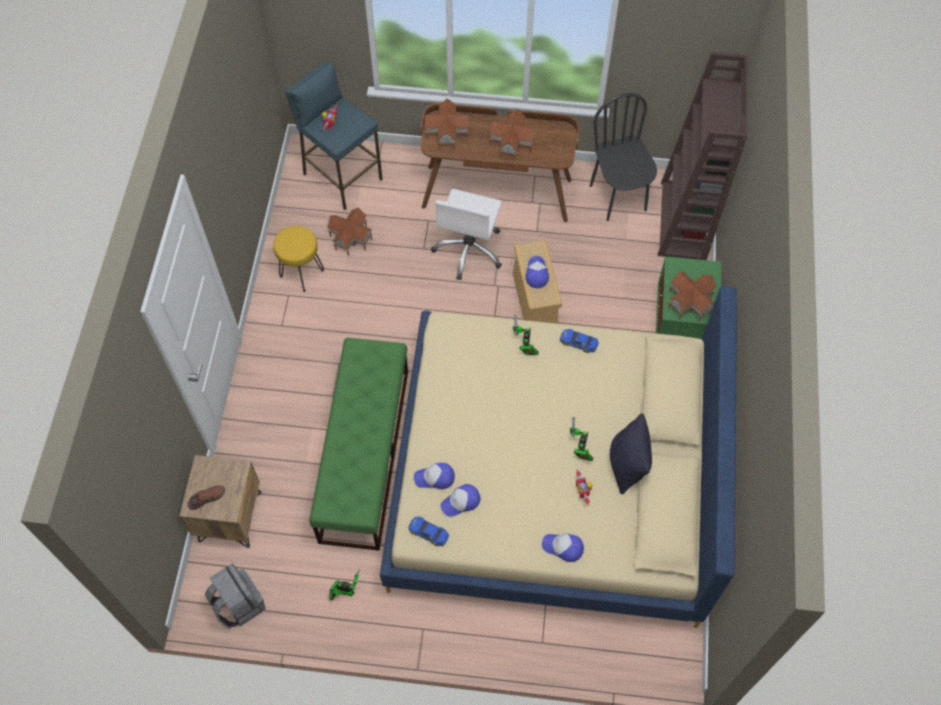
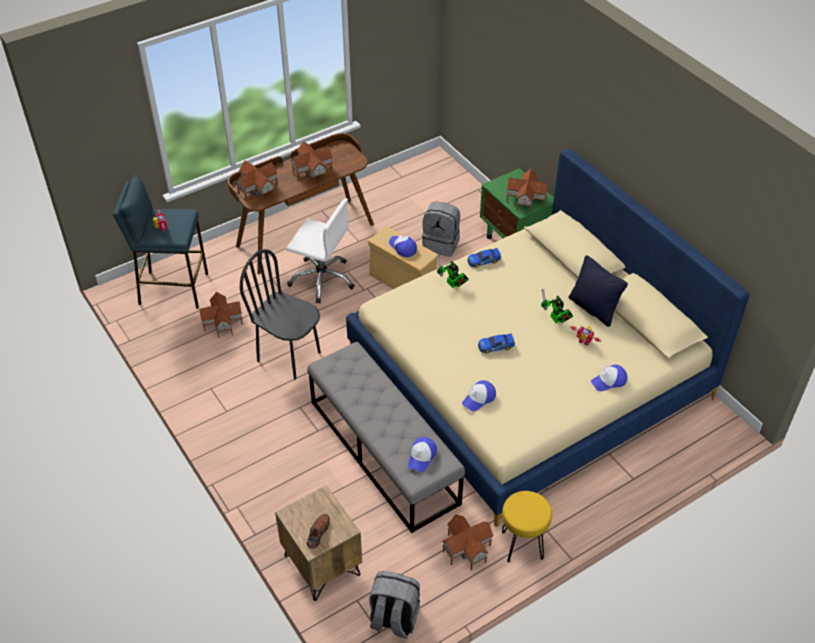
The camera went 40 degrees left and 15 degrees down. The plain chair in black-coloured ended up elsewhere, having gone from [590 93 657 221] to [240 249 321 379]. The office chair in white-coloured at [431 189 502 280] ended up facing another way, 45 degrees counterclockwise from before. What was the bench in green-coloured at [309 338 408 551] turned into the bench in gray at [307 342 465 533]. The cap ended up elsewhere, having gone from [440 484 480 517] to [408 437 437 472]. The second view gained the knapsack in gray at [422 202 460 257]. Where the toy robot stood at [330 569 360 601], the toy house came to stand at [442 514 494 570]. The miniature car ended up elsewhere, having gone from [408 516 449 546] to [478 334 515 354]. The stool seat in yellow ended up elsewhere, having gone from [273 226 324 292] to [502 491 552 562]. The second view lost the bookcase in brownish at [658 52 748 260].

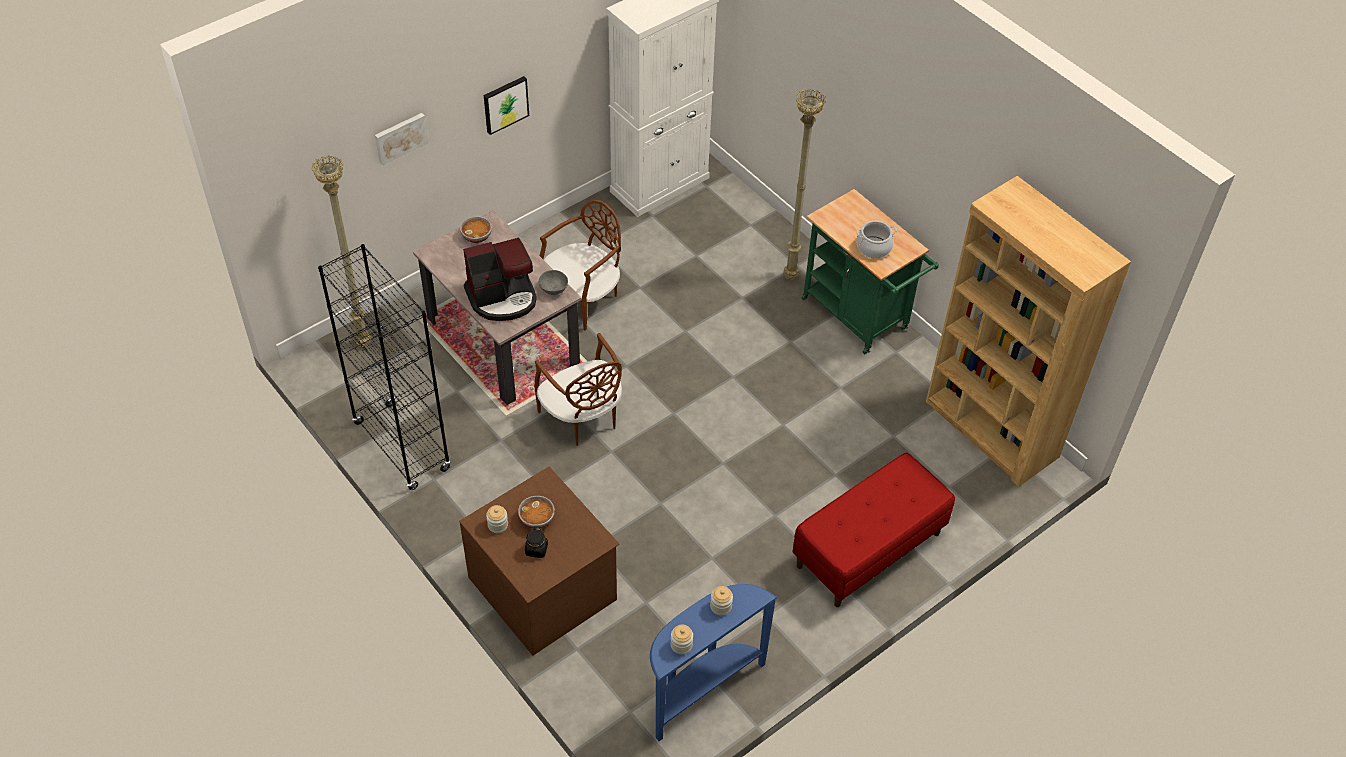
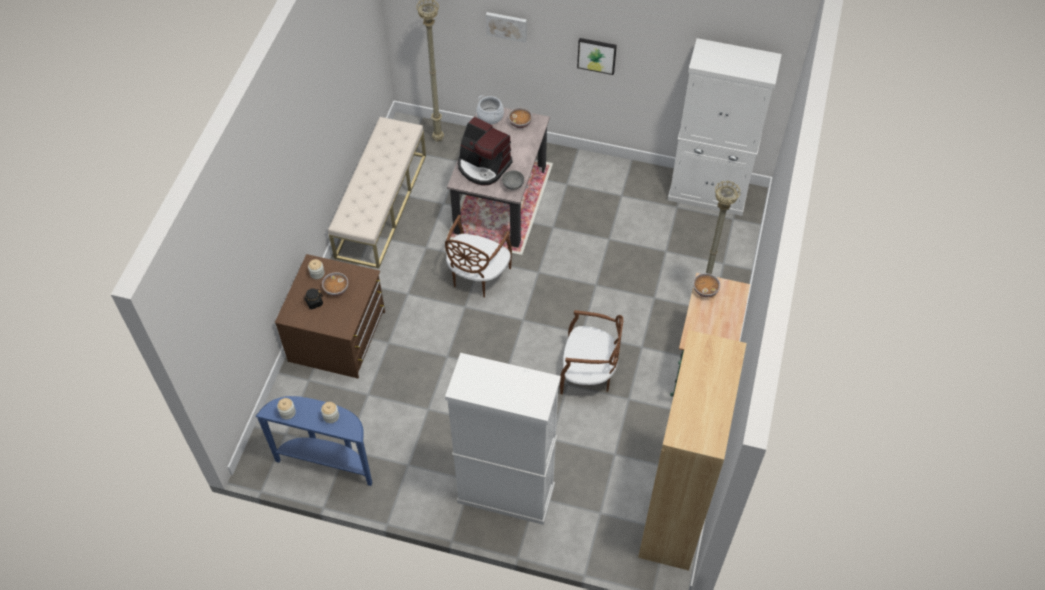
The camera went 55 degrees right and 5 degrees up. Where the bookcase in black-coloured stood at [318 244 451 491], the bench in beige-coloured came to stand at [328 117 426 269]. Where the bench in red-coloured stood at [793 452 955 607], the cabinet in white-coloured came to stand at [445 353 561 525]. The saucepot ended up elsewhere, having gone from [856 221 897 258] to [476 95 504 124]. The plain chair in brownish ended up elsewhere, having gone from [540 200 621 331] to [560 310 623 394]. The second view gained the serving bowl at [693 273 720 297].

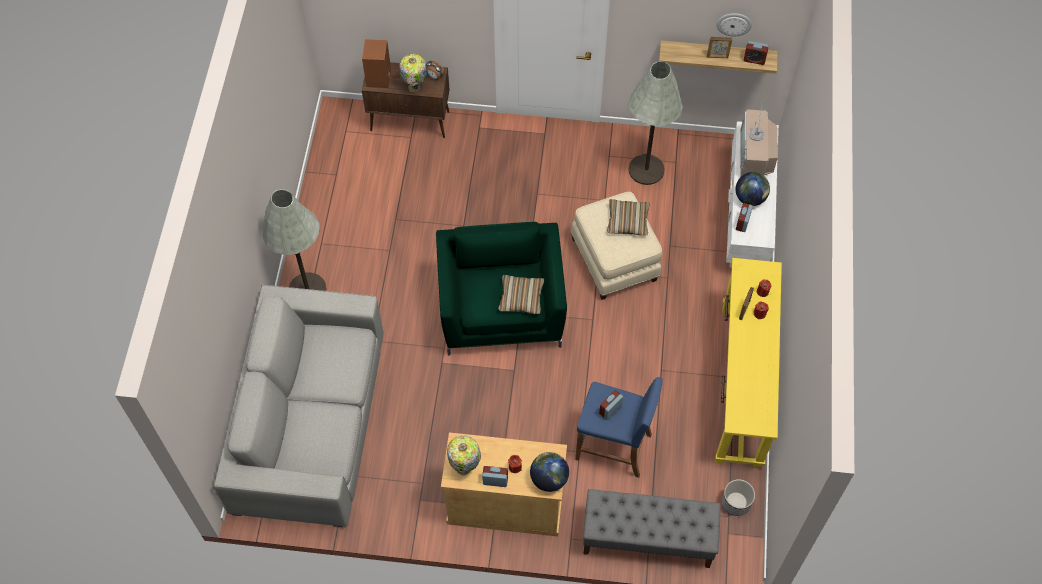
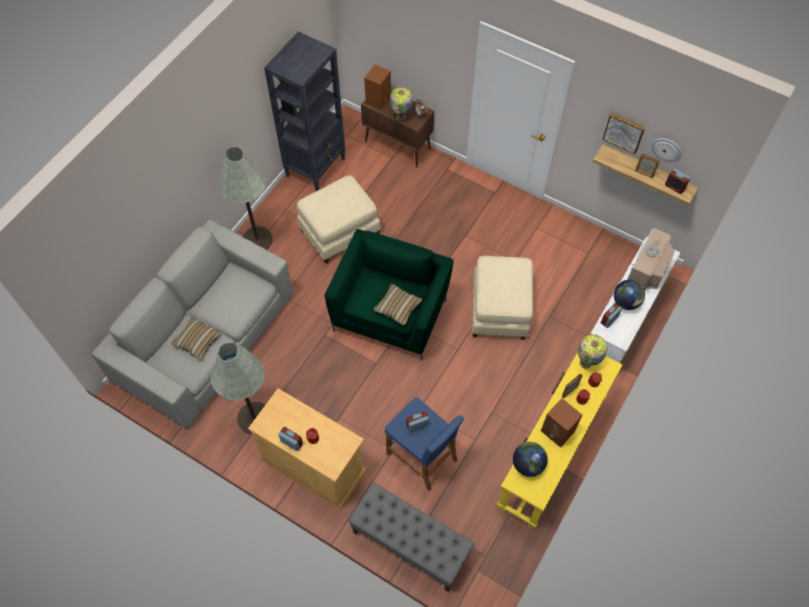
The camera went 25 degrees right and 0 degrees up. The cushion ended up elsewhere, having gone from [607 199 650 236] to [171 317 222 360]. The standing lamp in gray ended up elsewhere, having gone from [628 61 683 185] to [210 342 265 434]. The second view gained the bookcase in black-coloured at [264 31 345 191]. The second view gained the ottoman in beige-coloured at [297 175 381 264]. The desk globe ended up elsewhere, having gone from [530 452 569 492] to [513 442 548 477]. The second view gained the loudspeaker in brownish at [541 398 582 448]. The tabletop lamp ended up elsewhere, having gone from [447 435 481 475] to [578 334 607 369]. The second view gained the wall art at [602 113 645 154]. The second view lost the planter at [722 479 755 516].

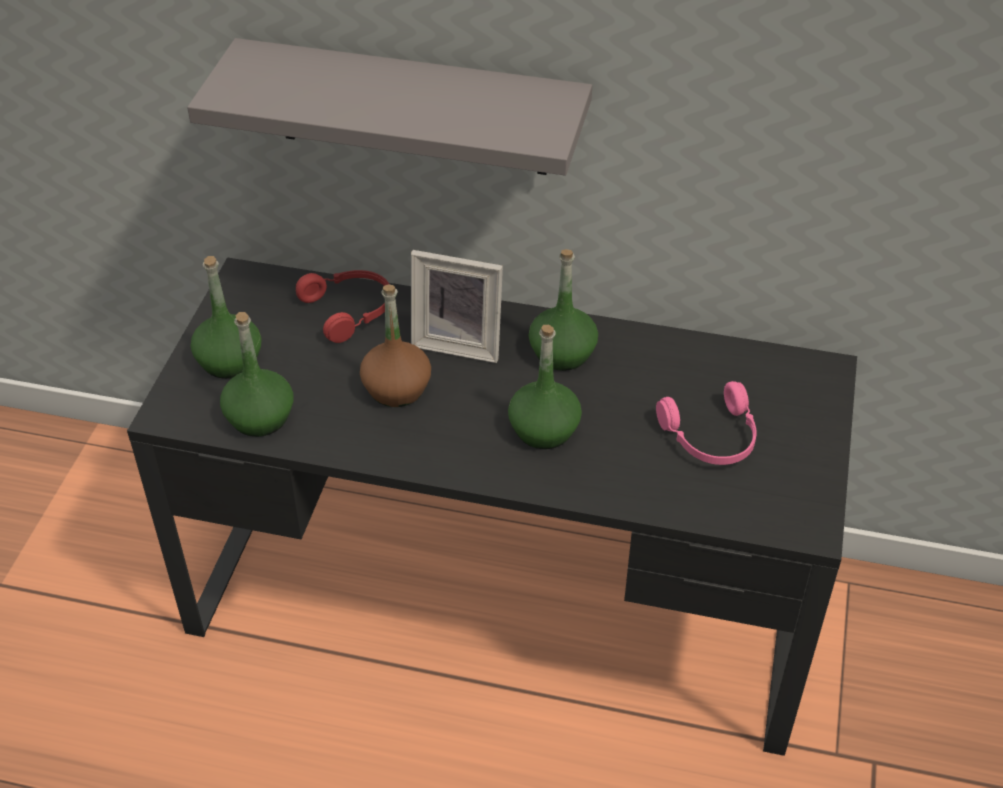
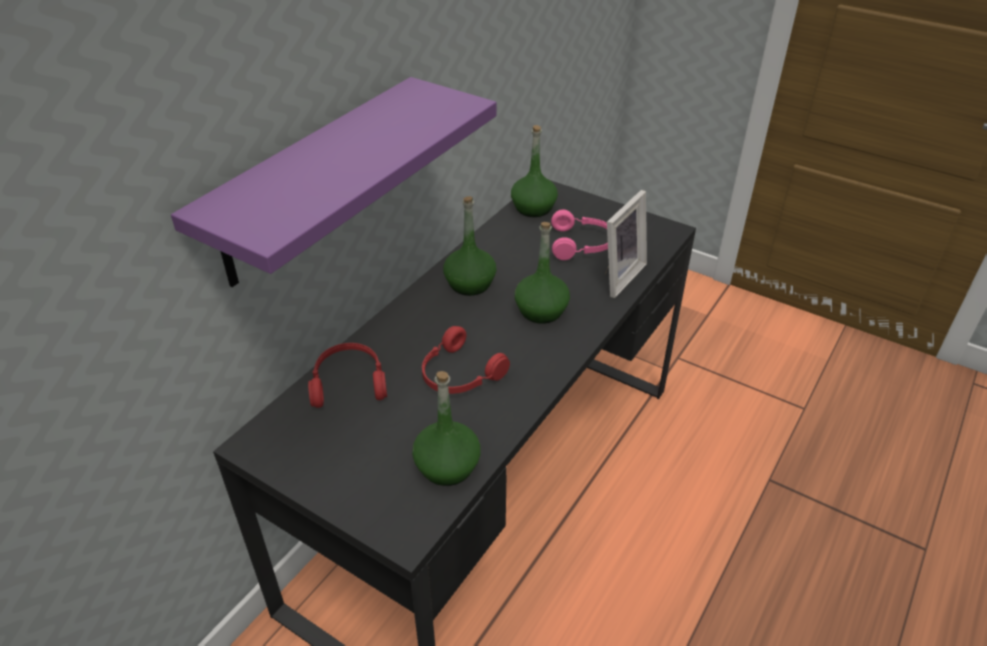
The camera went 70 degrees left and 5 degrees down. What was the wall shelf in gray at [187 38 592 175] turned into the wall shelf in purple-coloured at [171 77 497 287]. Where the drink bottle in brownish stood at [360 284 431 407], the pair of headphones in red-coloured came to stand at [422 326 510 394]. The drink bottle in green-coloured ended up elsewhere, having gone from [191 256 261 379] to [511 125 558 217]. The picture frame ended up elsewhere, having gone from [411 250 503 363] to [605 190 647 298].

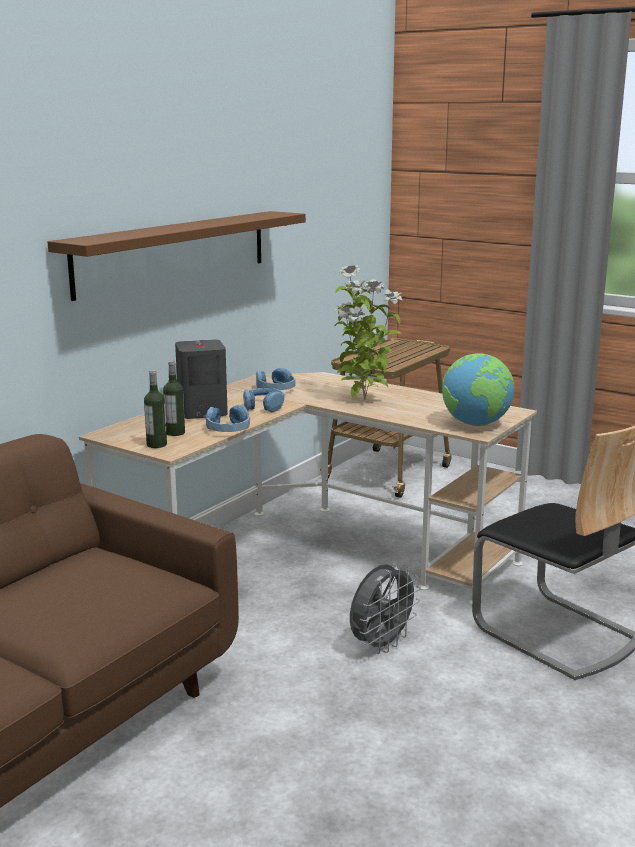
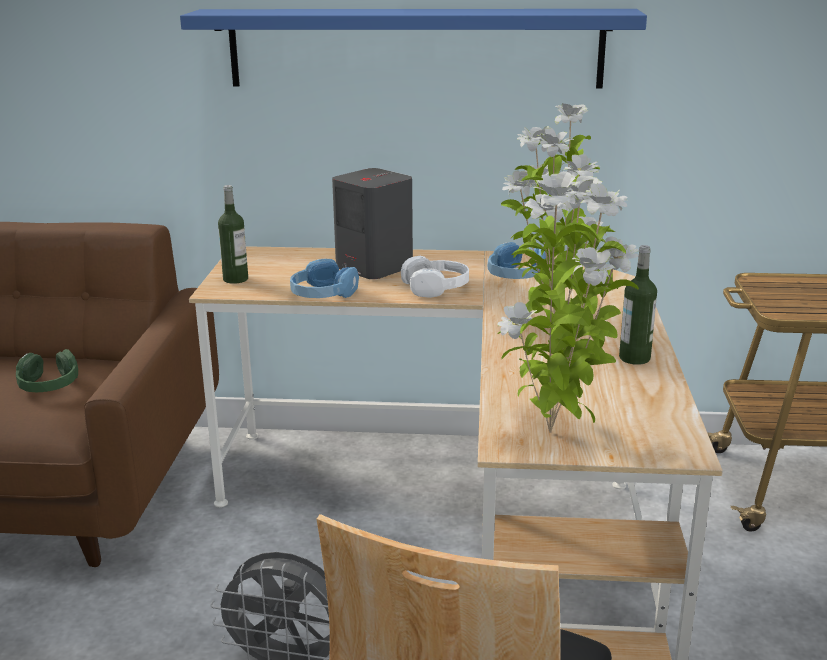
The camera went 60 degrees right and 5 degrees up. The second view gained the pair of headphones in green-coloured at [16 349 78 392]. What was the wall shelf in brownish at [48 211 306 301] turned into the wall shelf in blue-coloured at [180 9 647 88]. What was the pair of headphones in blue-coloured at [243 388 284 412] turned into the pair of headphones in white-coloured at [401 256 469 298]. Where the desk globe stood at [442 353 514 426], the houseplant came to stand at [497 171 639 433]. The drink bottle ended up elsewhere, having gone from [163 361 185 436] to [619 245 657 365].

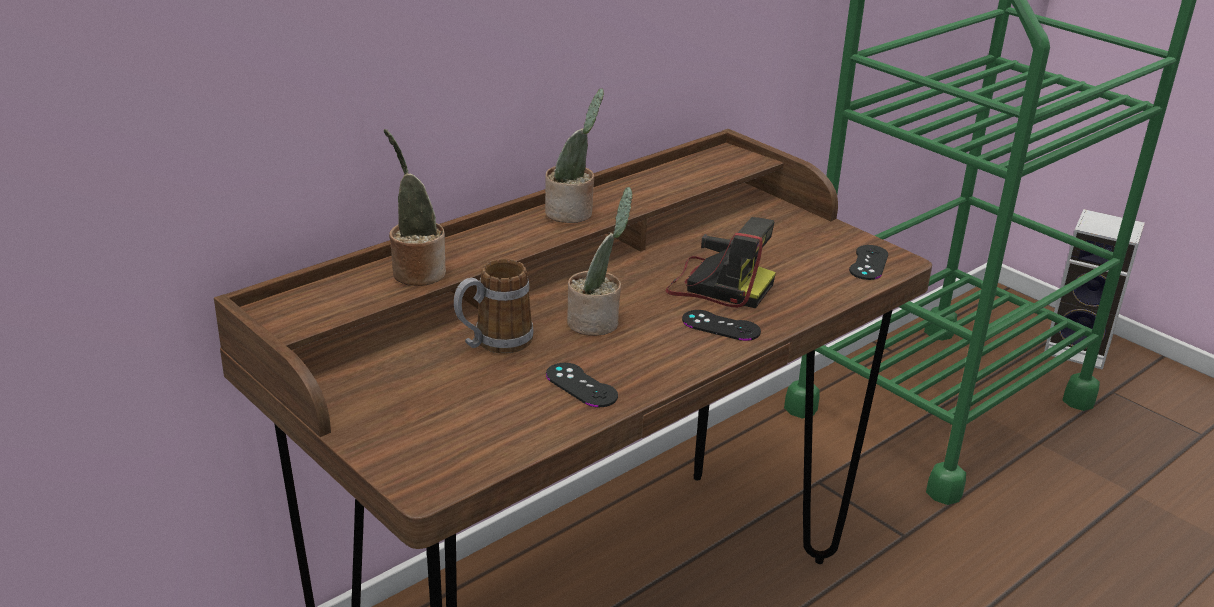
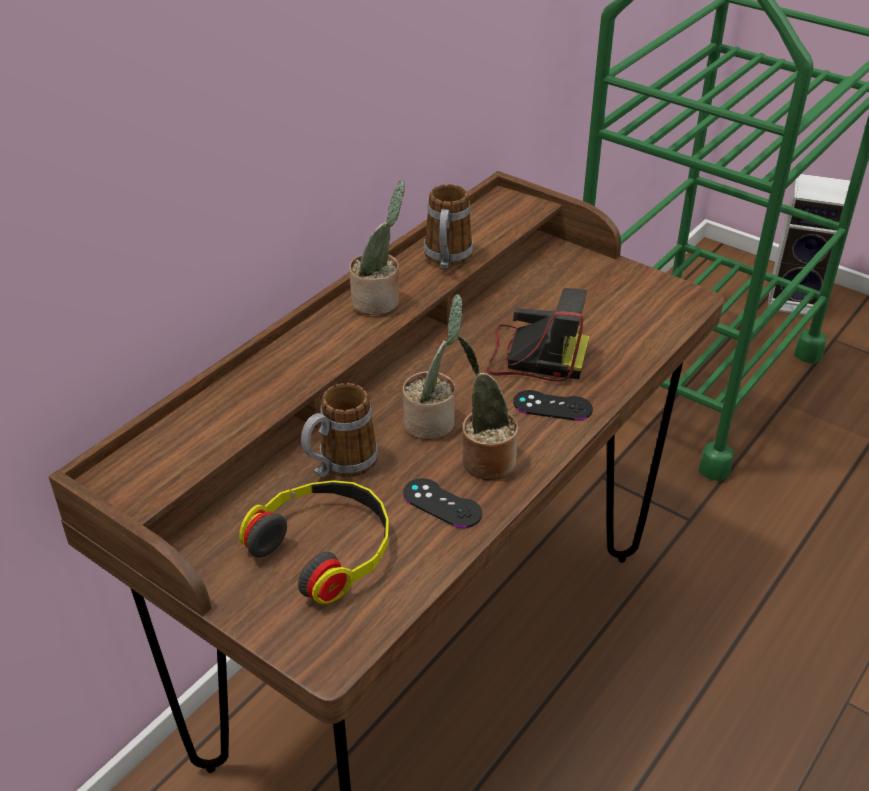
The camera went 10 degrees left and 10 degrees up. The second view gained the pair of headphones at [239 480 389 604]. The second view gained the mug at [424 184 473 268]. The houseplant ended up elsewhere, having gone from [384 129 446 286] to [457 336 518 480]. The second view lost the game controller in black-coloured at [849 245 888 280].

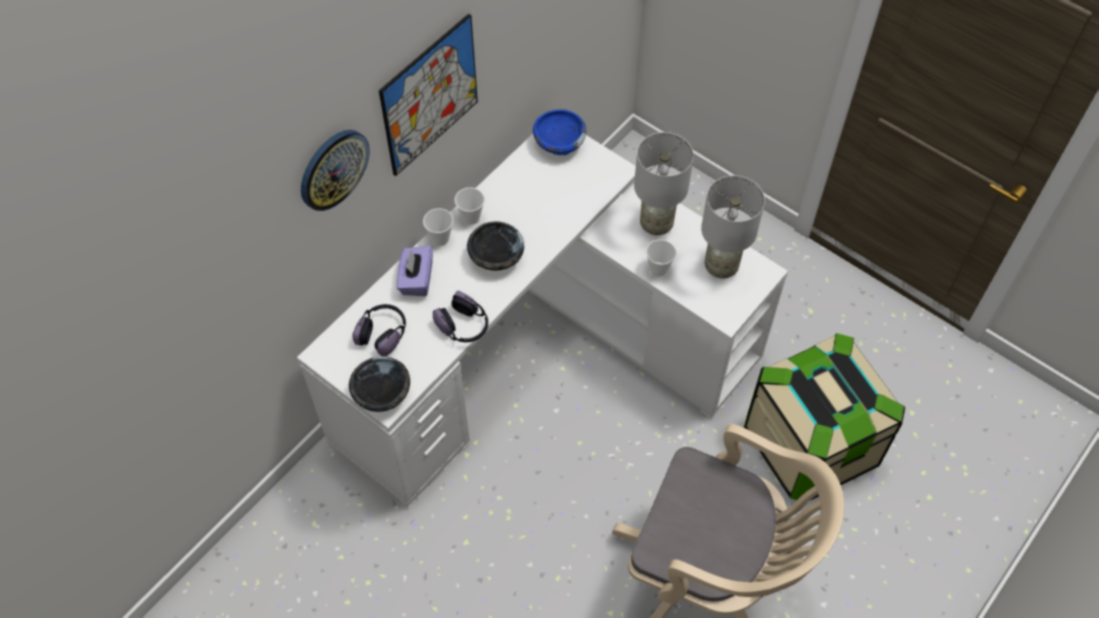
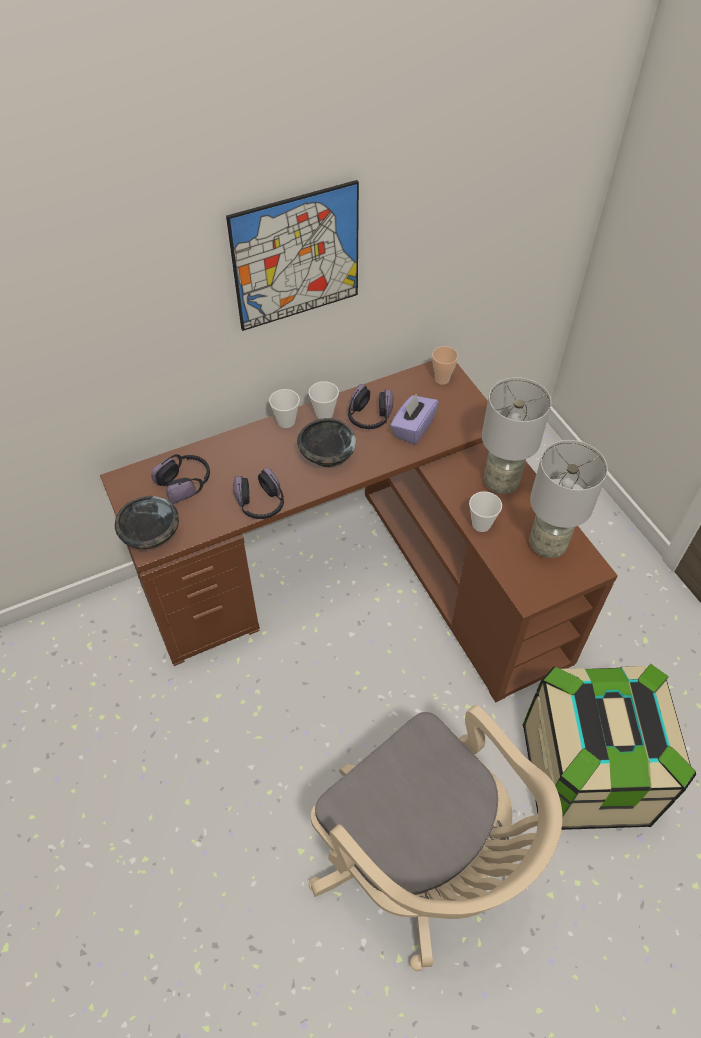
The camera went 25 degrees right and 5 degrees down. What was the desk unit in white-coloured at [297 134 788 508] turned into the desk unit in brownish at [100 361 618 703]. The second view gained the pair of headphones at [348 384 394 429]. The box of tissues in purple-coloured ended up elsewhere, having gone from [397 246 433 296] to [390 393 439 445]. Where the serving bowl in blue-coloured stood at [533 109 586 155], the drinking cup came to stand at [432 346 458 385]. The second view lost the hanging clock at [301 130 370 211].

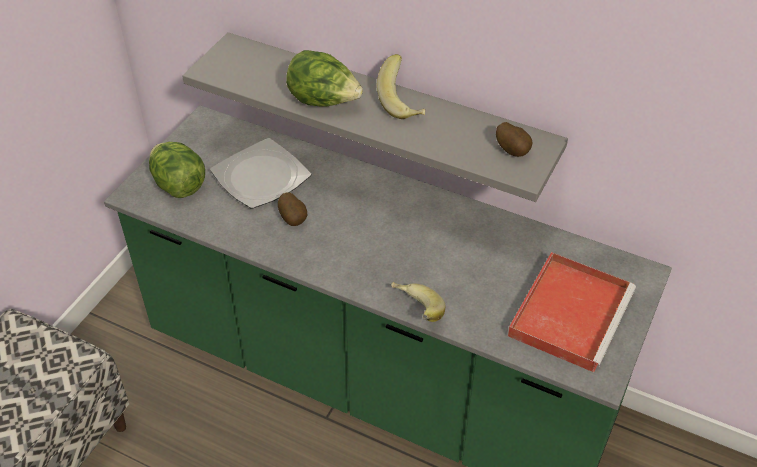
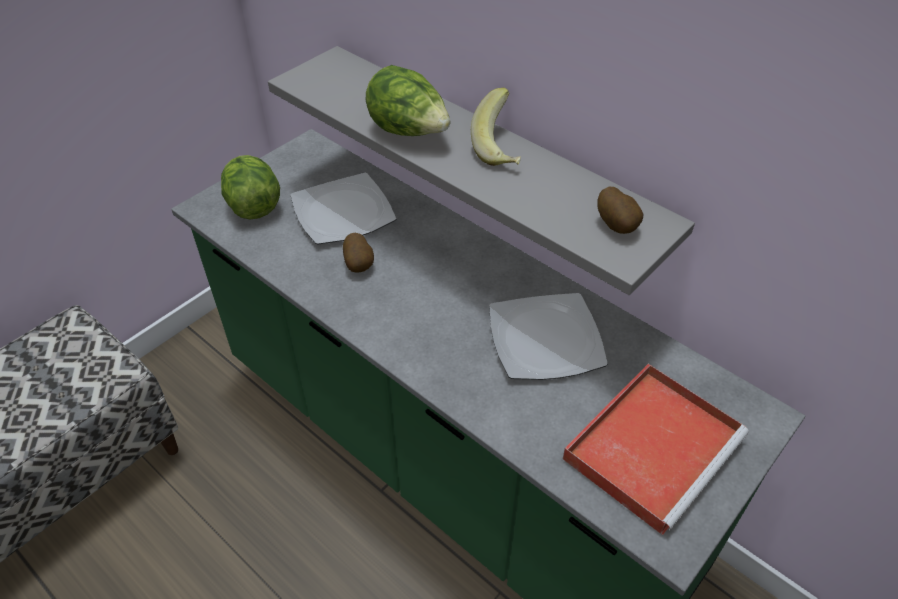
The camera went 15 degrees right and 0 degrees up. The second view gained the flat dish at [489 293 608 380]. The second view lost the banana fruit at [391 282 445 322].

